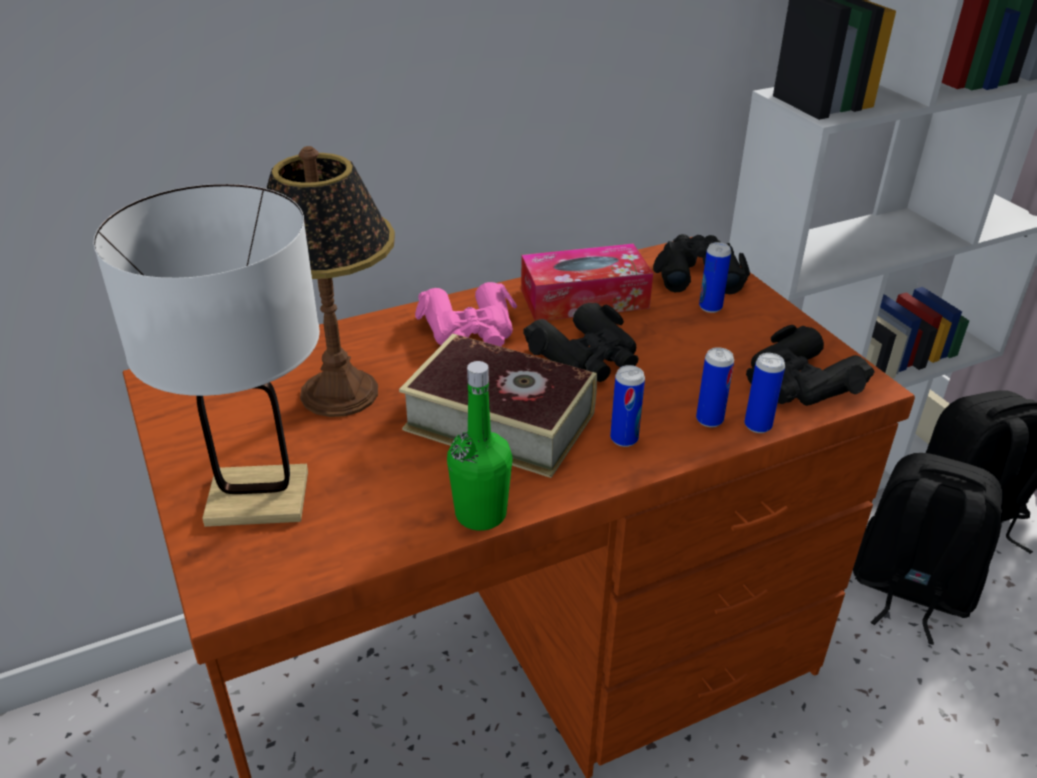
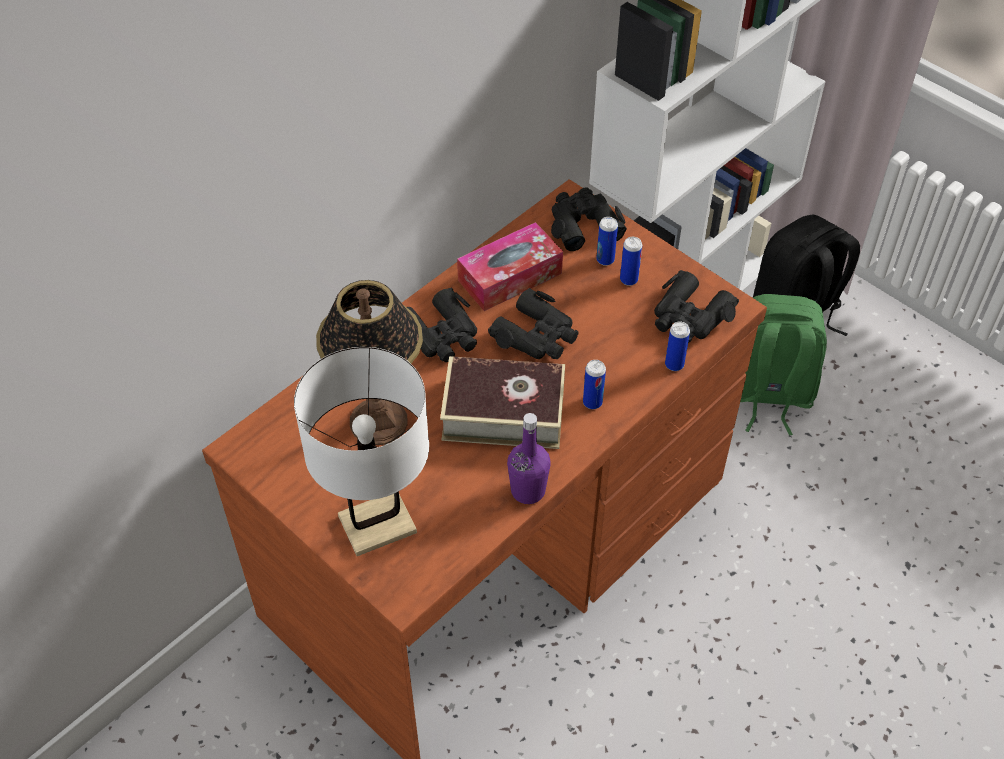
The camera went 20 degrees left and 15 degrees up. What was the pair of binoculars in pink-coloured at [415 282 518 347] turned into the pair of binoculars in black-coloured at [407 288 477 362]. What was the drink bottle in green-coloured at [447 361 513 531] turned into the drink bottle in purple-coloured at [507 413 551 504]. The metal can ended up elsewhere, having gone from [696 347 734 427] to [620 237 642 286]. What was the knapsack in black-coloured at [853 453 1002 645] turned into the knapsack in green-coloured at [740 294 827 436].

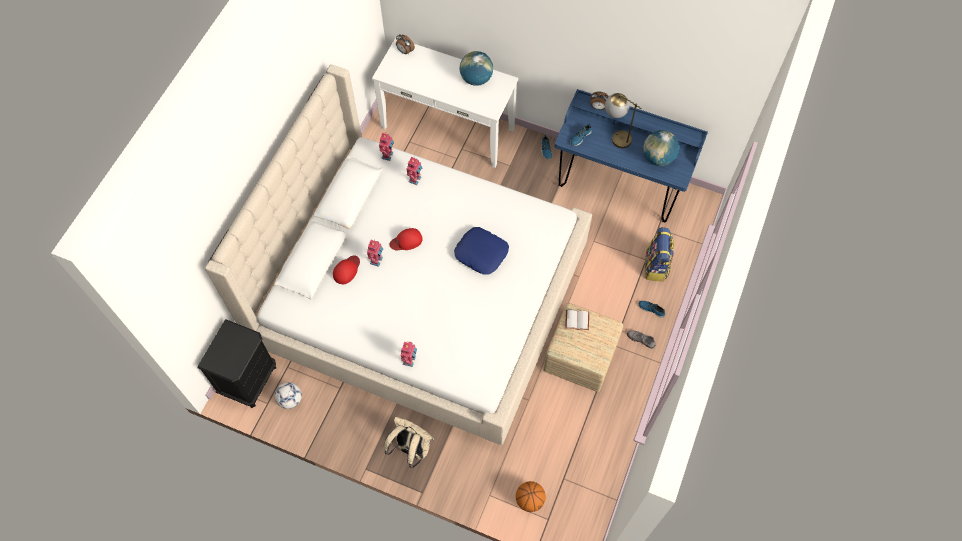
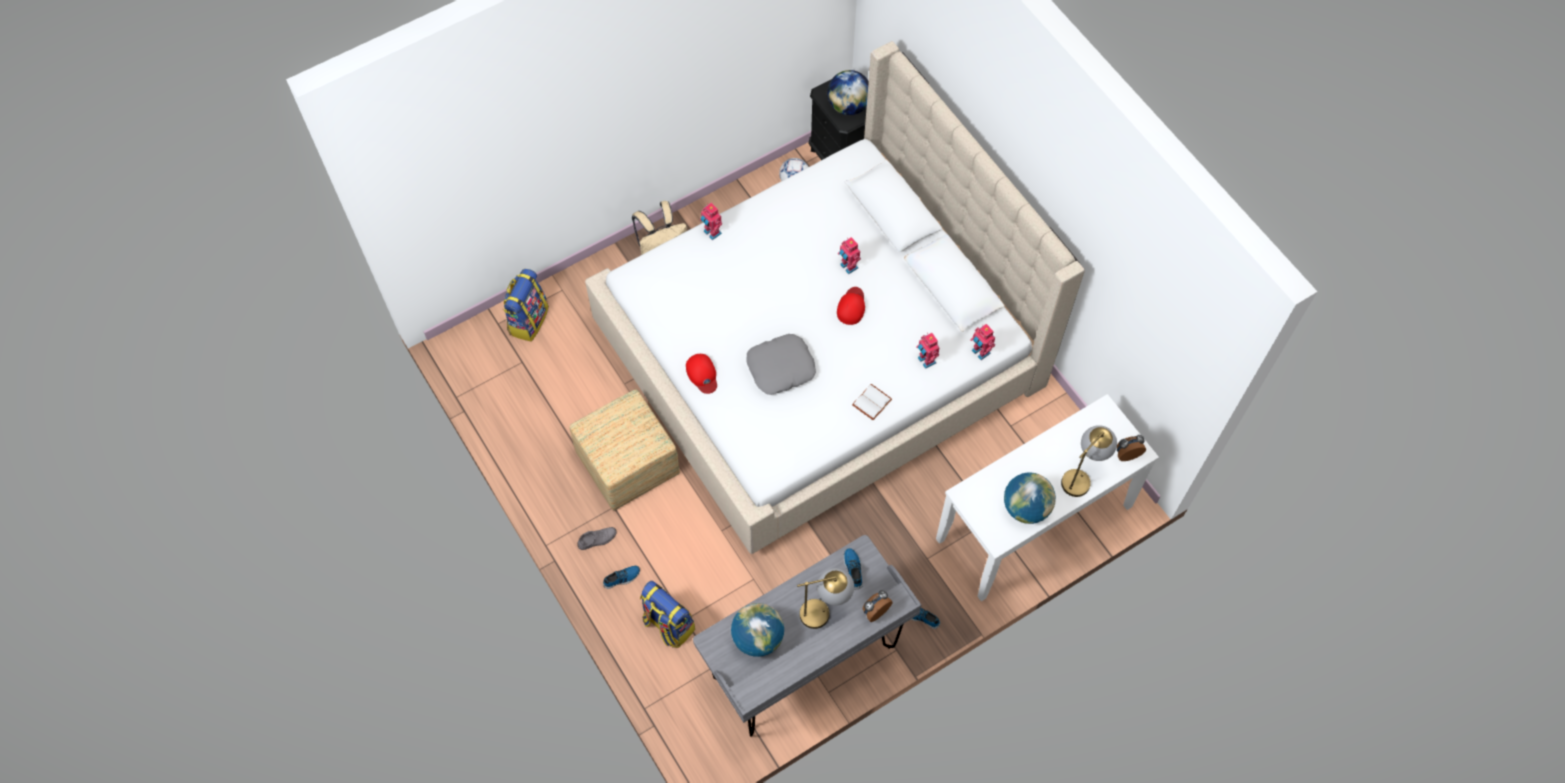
The camera went 125 degrees right and 0 degrees up. Where the basketball ball stood at [516 481 546 512], the knapsack came to stand at [503 269 549 342]. The cap in red-coloured ended up elsewhere, having gone from [333 256 360 284] to [686 354 717 394]. What was the desk unit in blue-coloured at [554 89 708 222] turned into the desk unit in gray at [693 535 921 737]. What was the cushion in blue-coloured at [454 227 509 275] turned into the cushion in gray at [746 334 816 395]. The second view gained the desk globe at [827 70 869 115]. The volume in white-coloured ended up elsewhere, having gone from [565 310 589 330] to [852 384 892 420]. The second view gained the tabletop lamp at [1061 425 1117 497].

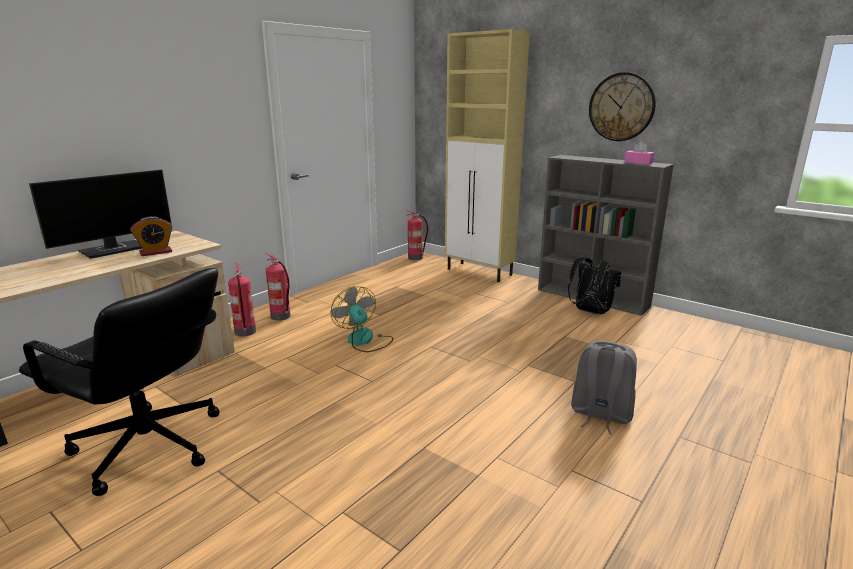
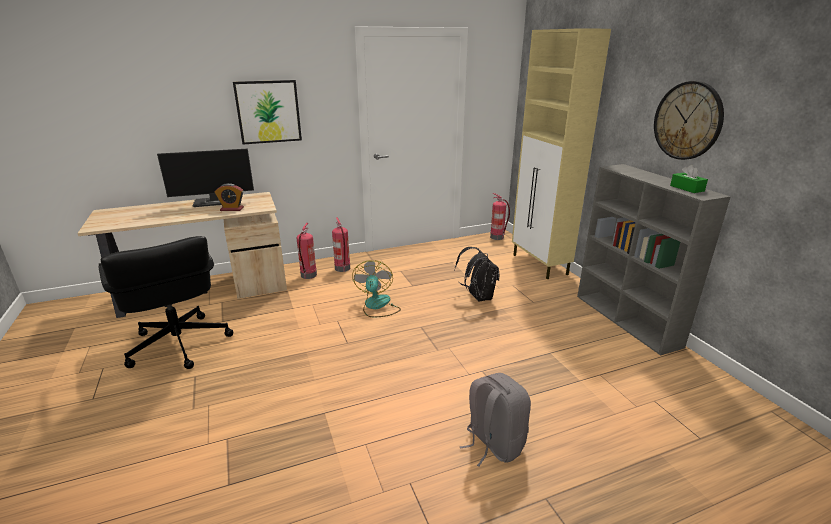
The camera went 30 degrees right and 5 degrees up. The second view gained the wall art at [233 80 302 144]. The knapsack in black-coloured ended up elsewhere, having gone from [568 257 621 314] to [455 247 499 301]. What was the box of tissues in pink-coloured at [624 141 654 165] turned into the box of tissues in green-coloured at [670 165 708 193].

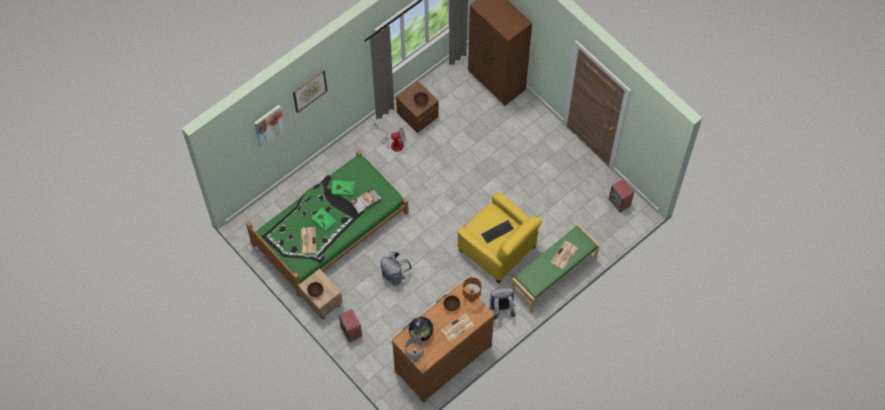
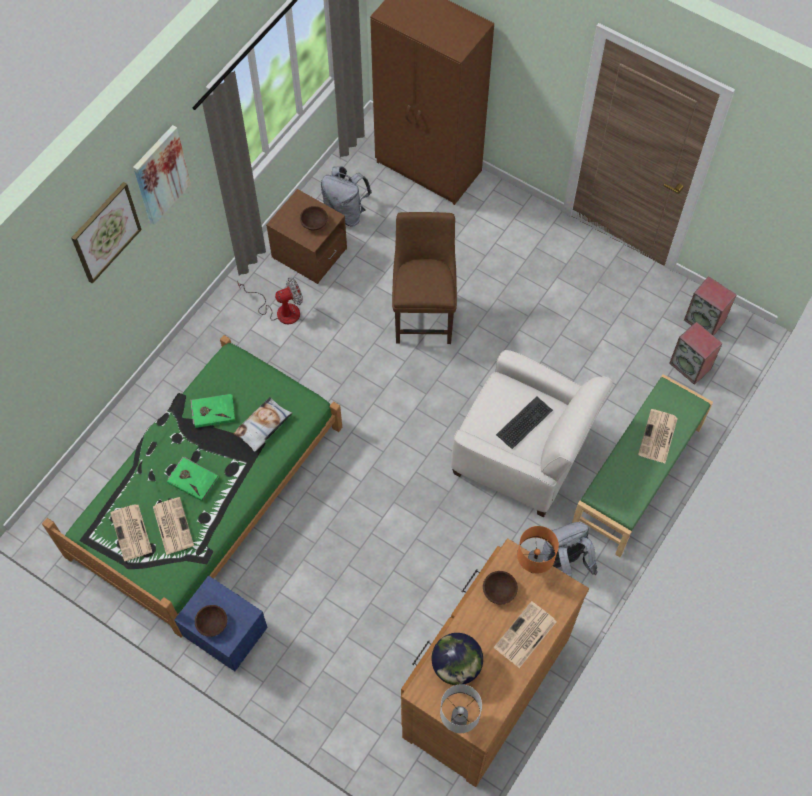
The camera went 15 degrees left and 0 degrees up. The second view gained the printed paper at [110 504 152 561]. The wall art ended up elsewhere, having gone from [254 105 285 148] to [133 125 191 225]. What was the nightstand in beige-coloured at [298 269 343 319] turned into the nightstand in blue-coloured at [174 575 268 671]. The knapsack in gray ended up elsewhere, having gone from [380 251 412 286] to [321 166 372 227]. The second view gained the plain chair in brownish at [392 212 457 344]. What was the easy chair in yellow at [458 192 542 284] turned into the easy chair in white-coloured at [451 350 613 517]. The loudspeaker ended up elsewhere, having gone from [339 309 362 342] to [669 322 723 385].

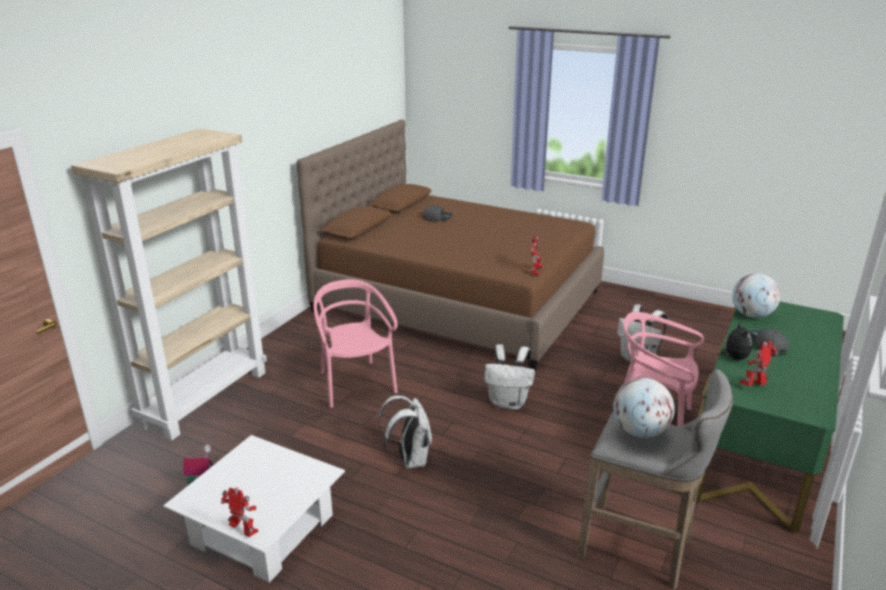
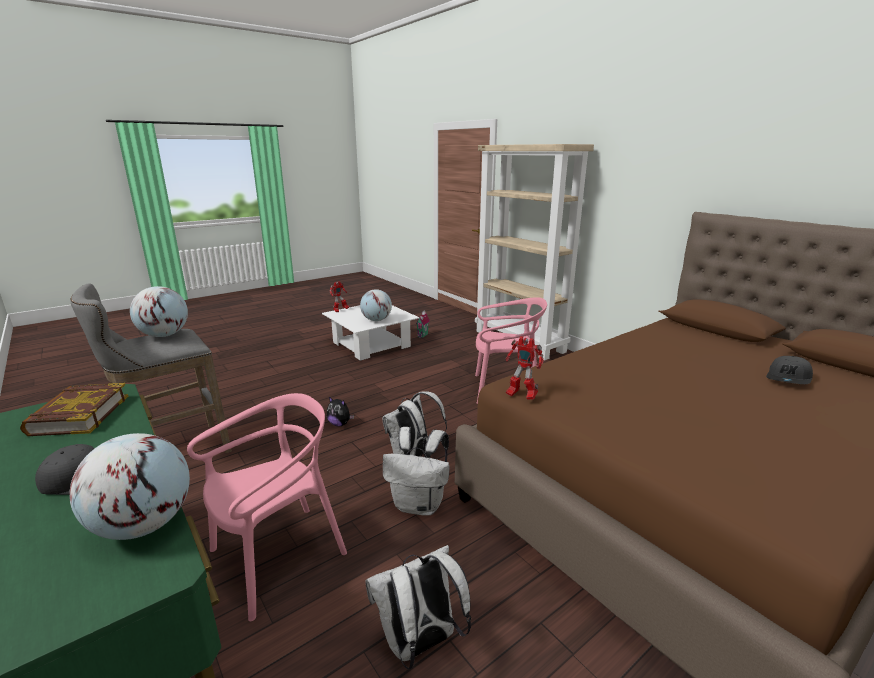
The camera went 115 degrees right and 5 degrees down. Where the toy robot stood at [739 341 777 386], the volume came to stand at [20 383 128 436]. The soft toy ended up elsewhere, having gone from [721 322 752 360] to [327 397 354 427]. The second view gained the desk globe at [360 289 392 321]. The knapsack in white-coloured ended up elsewhere, having gone from [378 395 432 469] to [383 427 450 516].

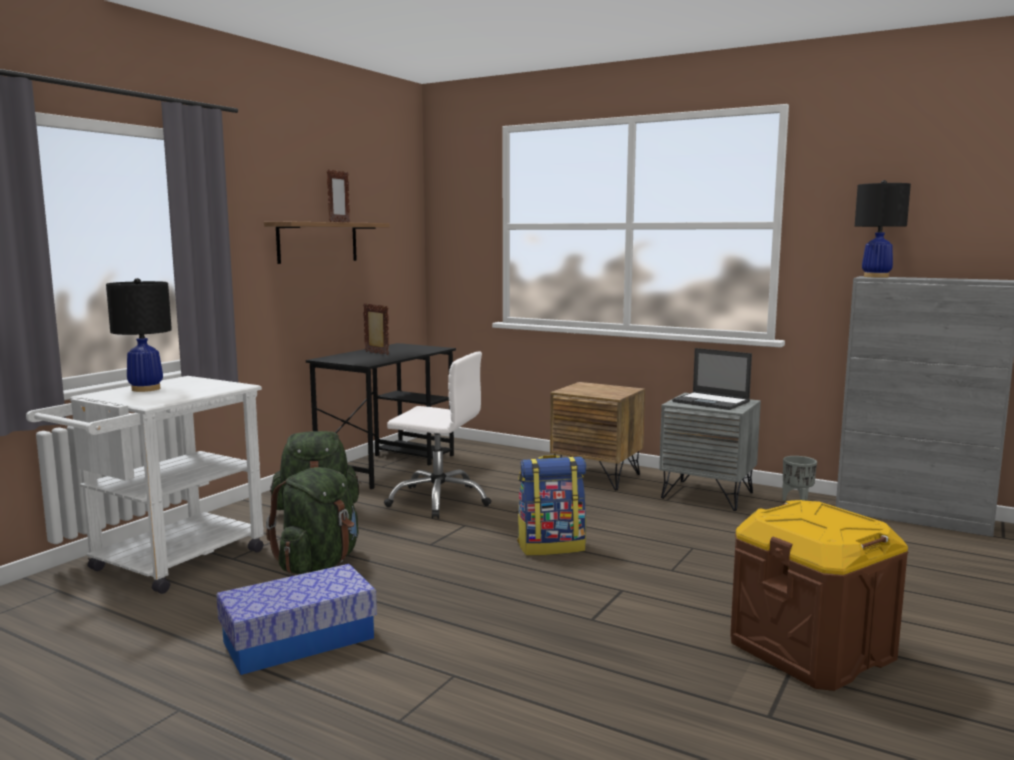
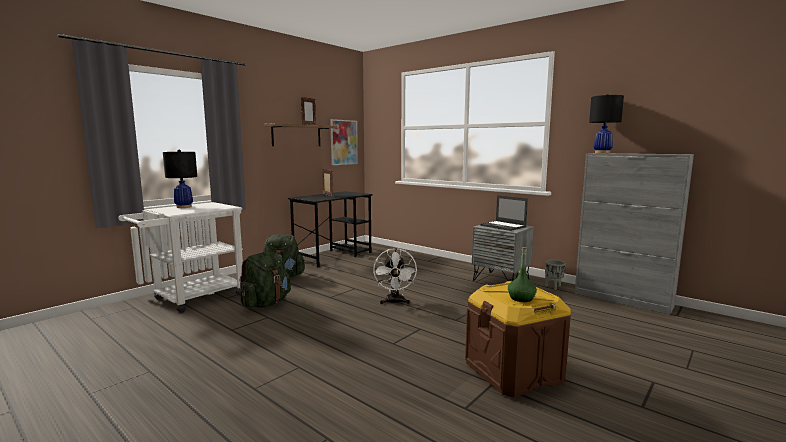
The camera went 10 degrees right and 0 degrees up. The second view gained the wall art at [330 119 358 165]. Where the knapsack stood at [517 455 586 556], the electric fan in white-coloured came to stand at [373 248 417 305]. The second view gained the drink bottle in green-coloured at [508 247 537 302]. The second view lost the storage box at [216 564 377 675]. The second view lost the office chair in white-coloured at [384 351 491 519]. The second view lost the nightstand in brownish at [550 382 645 490].

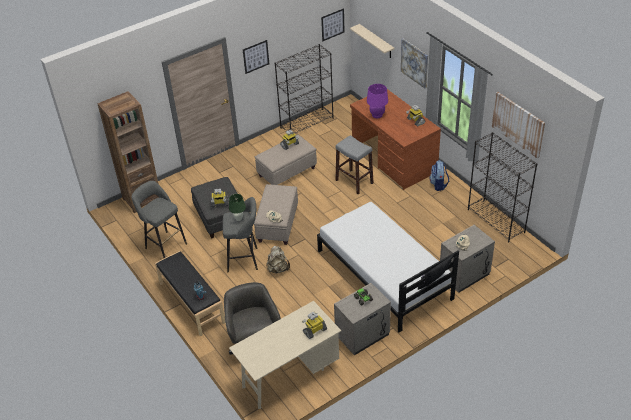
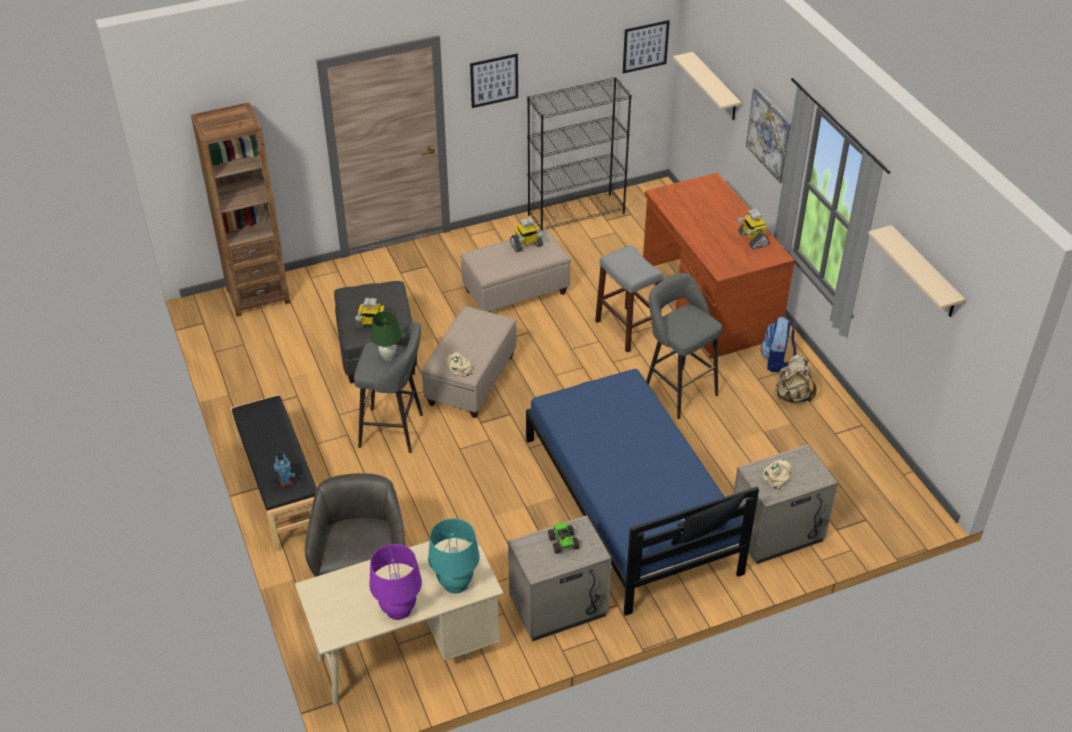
The camera went 10 degrees right and 0 degrees up. The tabletop lamp in purple-coloured ended up elsewhere, having gone from [367 84 388 118] to [369 544 422 620]. Where the toy robot stood at [302 312 327 339], the tabletop lamp in turquoise came to stand at [428 518 480 594]. What was the sleeping bed in white-coloured at [317 202 459 332] turned into the sleeping bed in blue-coloured at [526 369 759 616]. The stool seat in gray ended up elsewhere, having gone from [132 181 187 258] to [646 273 722 419]. The knapsack in beige-coloured ended up elsewhere, having gone from [267 246 290 273] to [775 355 817 403]. Where the wall art hung at [492 92 545 159], the wall shelf in beige-coloured came to hang at [868 225 965 317]. The second view lost the bookcase in black-coloured at [468 132 537 243].

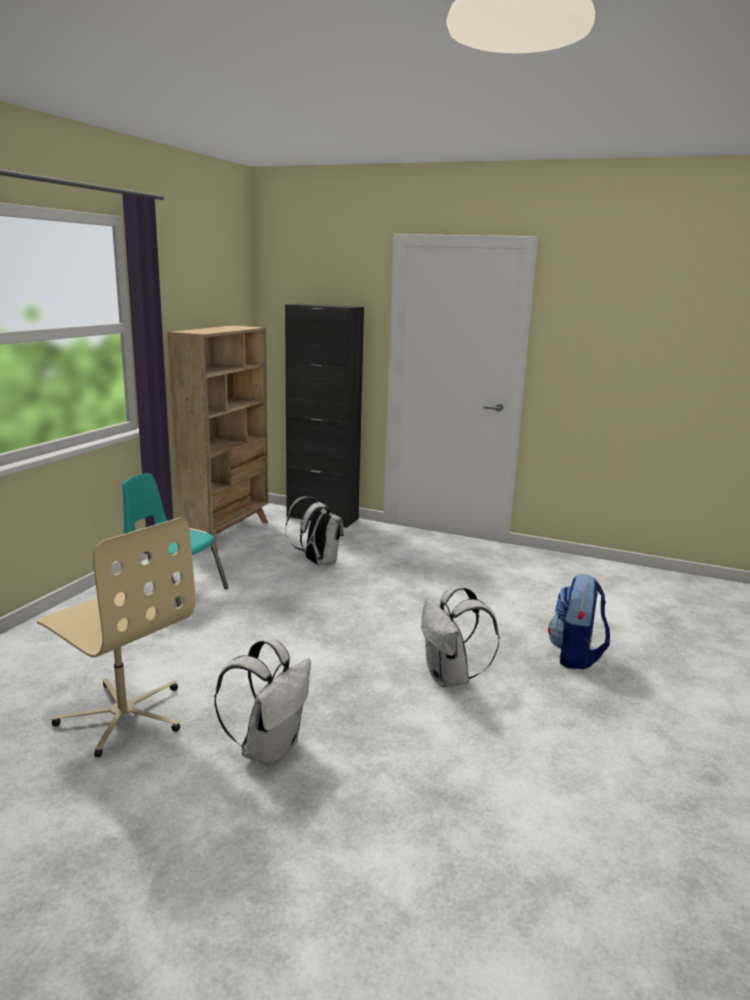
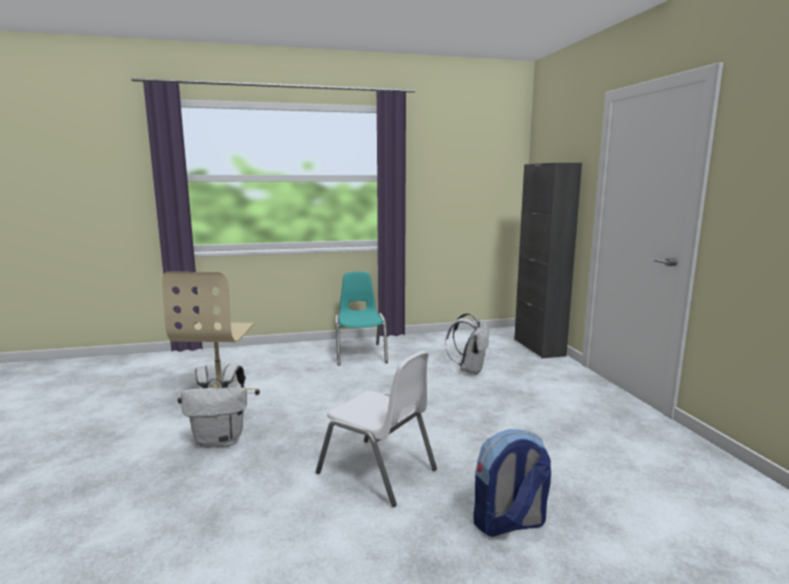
The camera went 55 degrees right and 5 degrees down. Where the knapsack in white-coloured stood at [421 586 500 688], the plain chair in white-coloured came to stand at [316 351 437 507]. The second view lost the bookcase in beige-coloured at [167 325 268 552].

